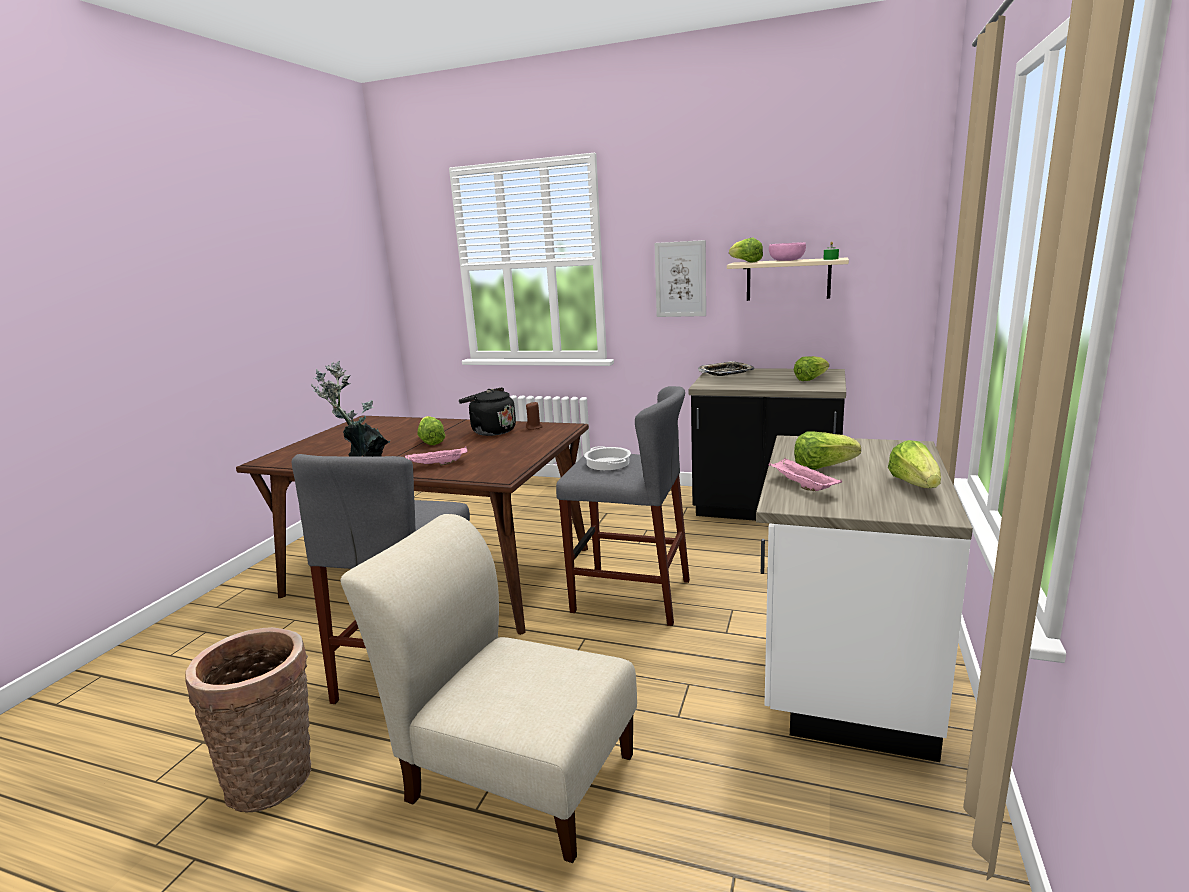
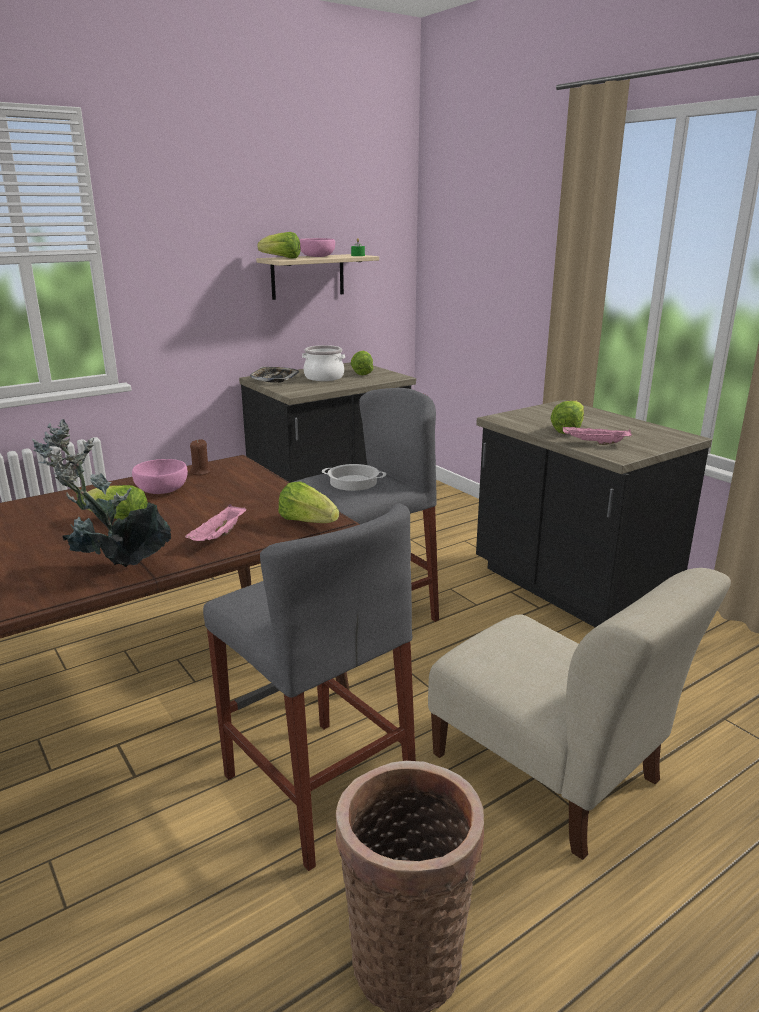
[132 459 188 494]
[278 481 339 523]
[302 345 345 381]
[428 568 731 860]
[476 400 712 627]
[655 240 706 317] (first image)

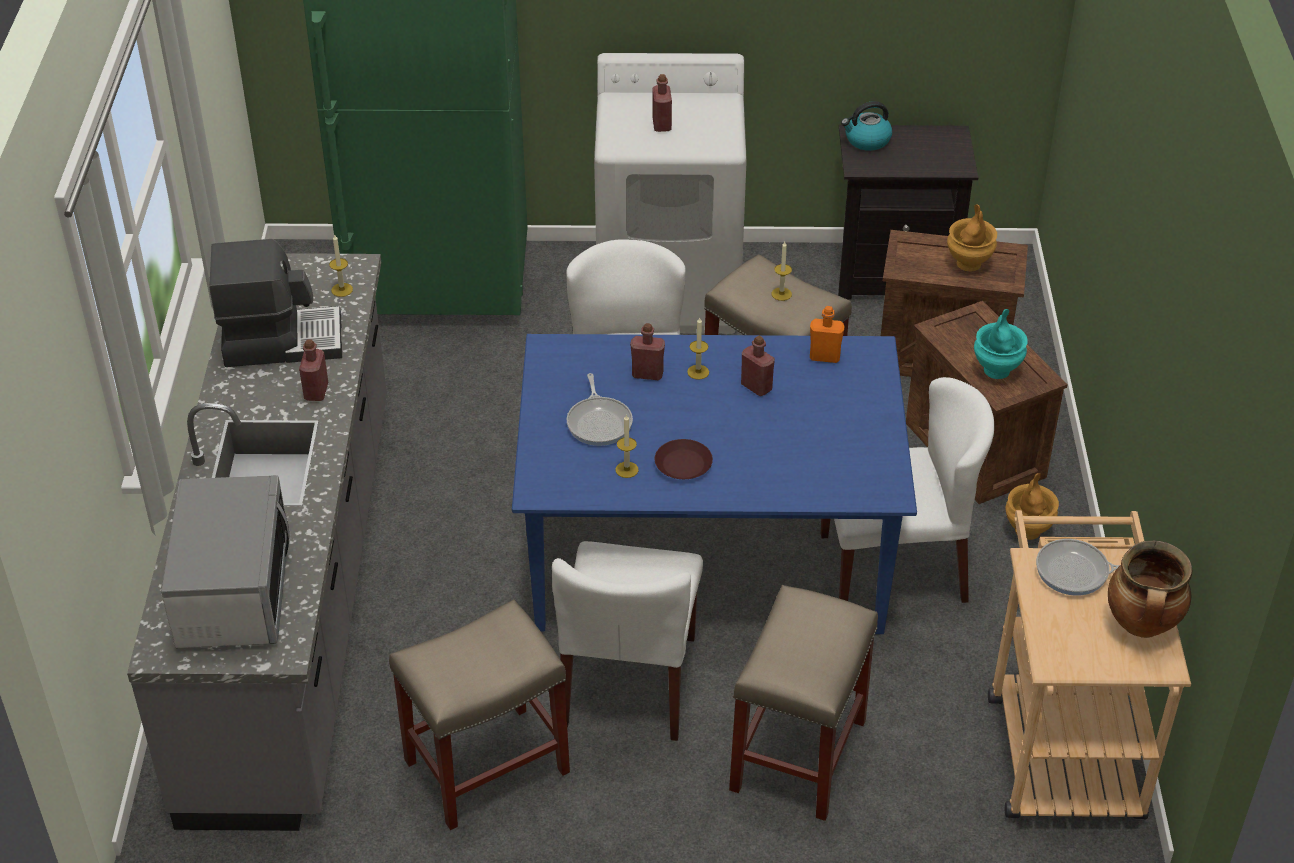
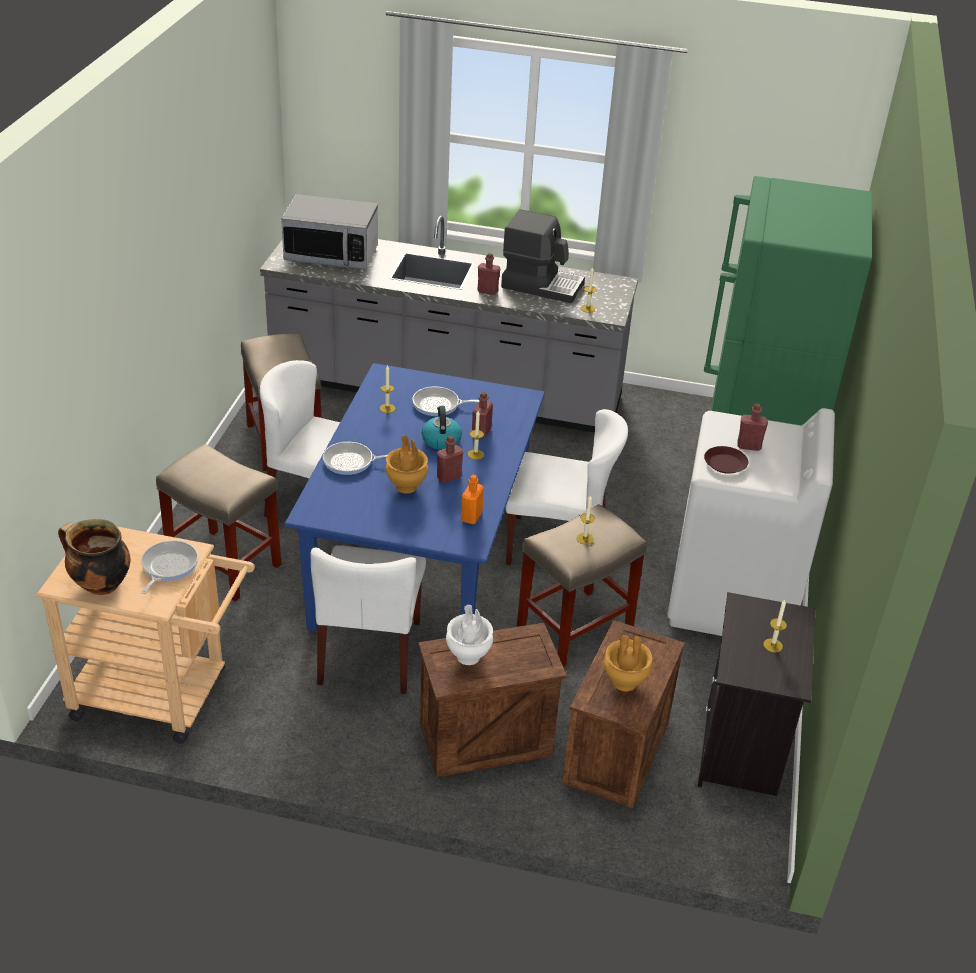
[323 442 387 475]
[385 435 428 494]
[422 406 462 450]
[446 605 493 665]
[501 209 585 303]
[704 446 748 474]
[763 600 787 653]

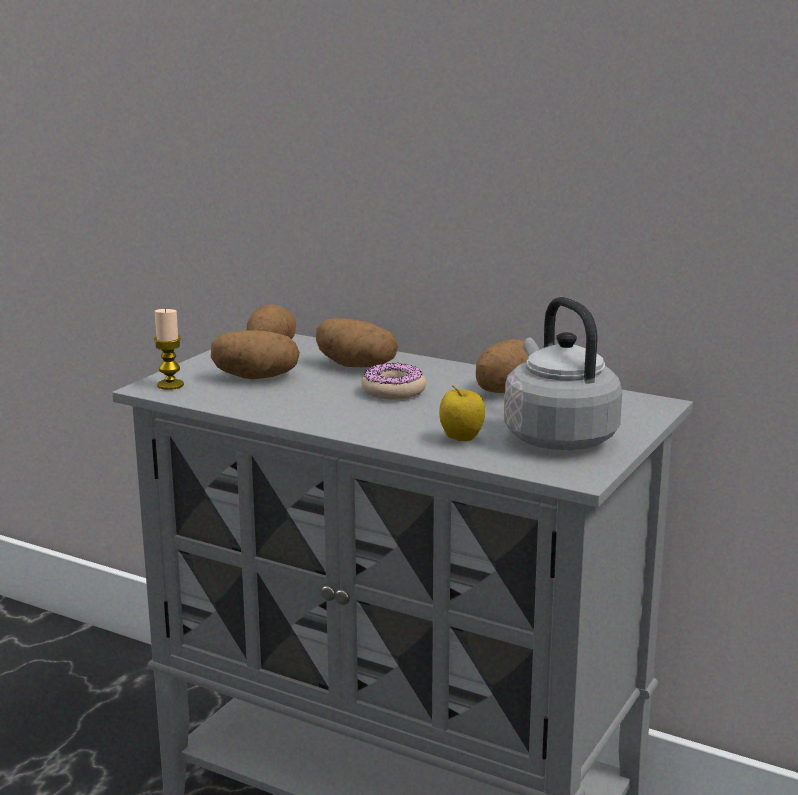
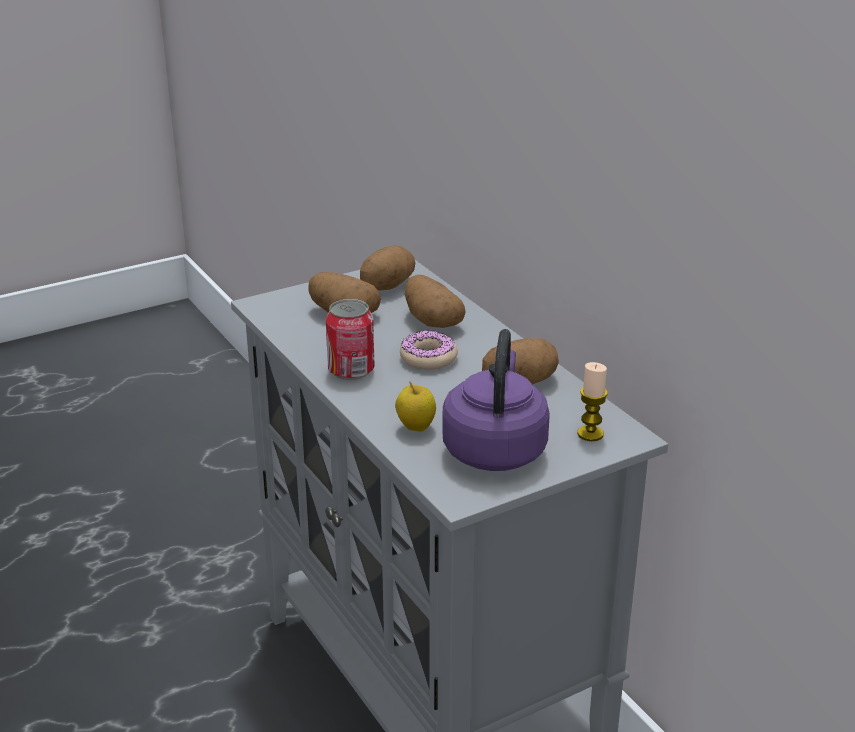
[326 299 375 380]
[442 329 550 471]
[577 362 608 441]

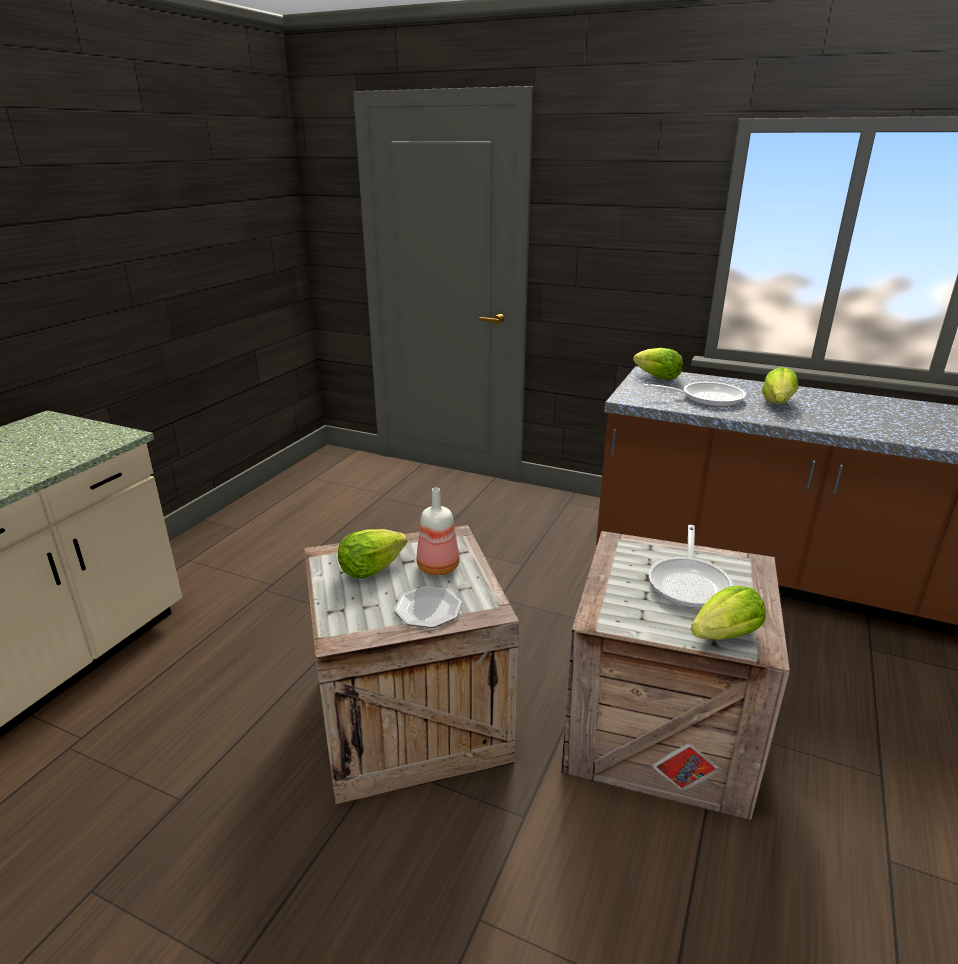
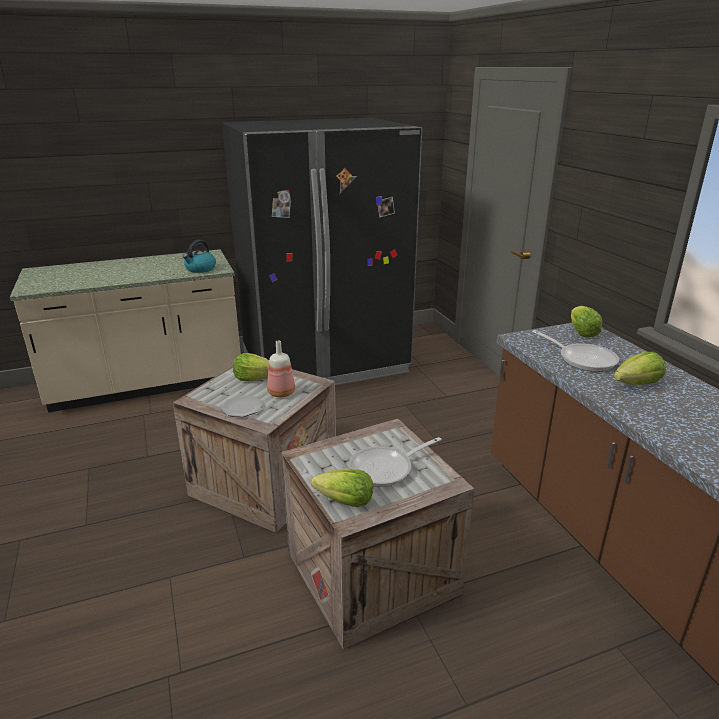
[183 240 216 273]
[222 118 422 385]

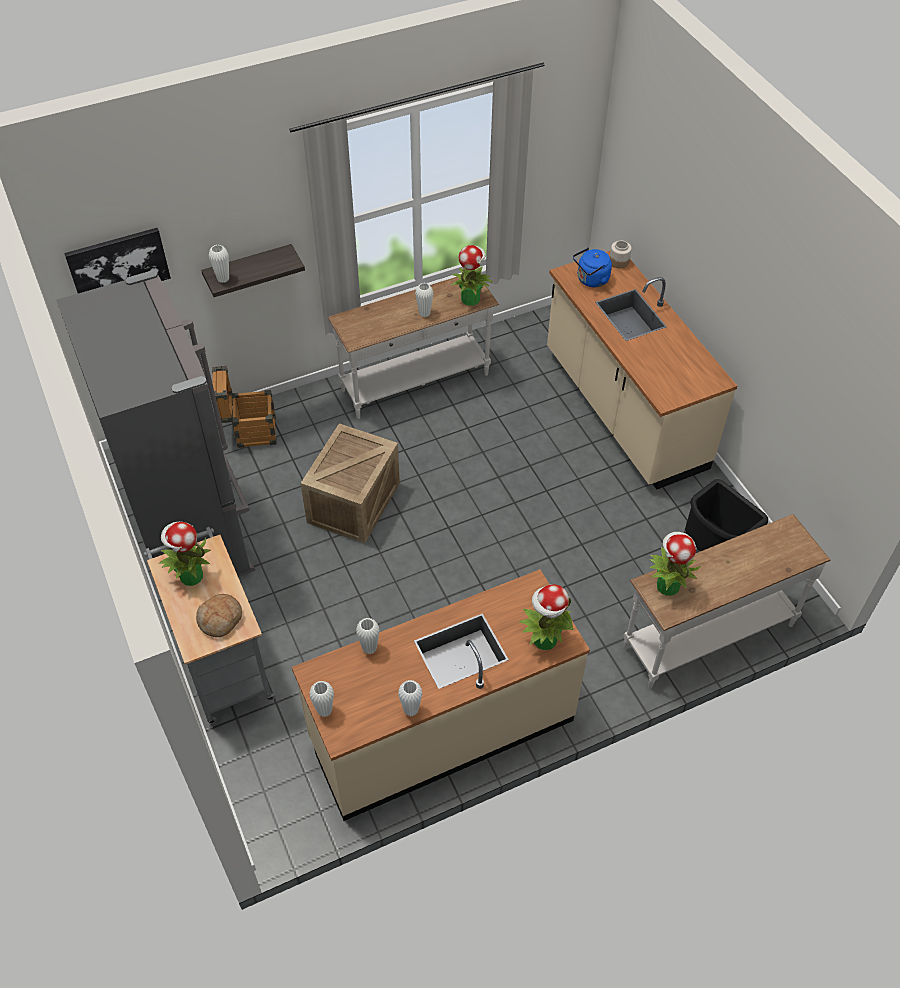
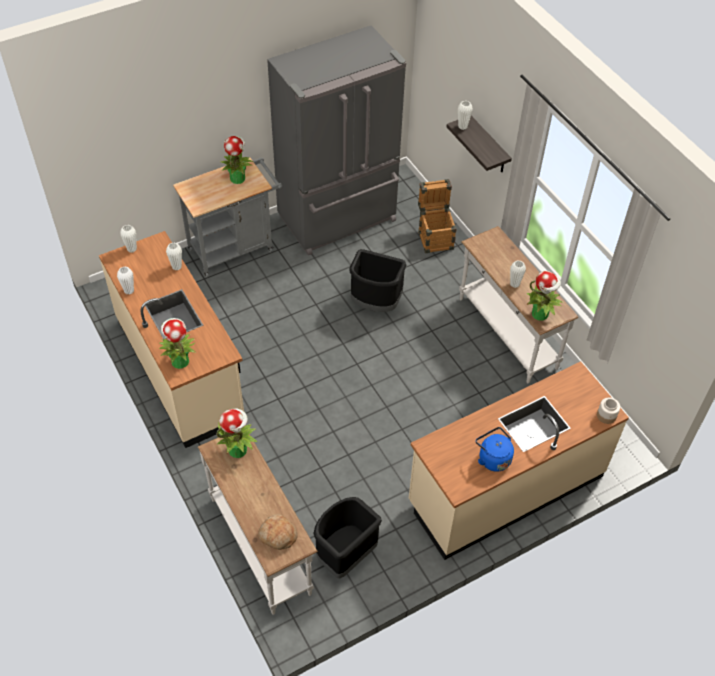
[258 514 298 550]
[349 249 407 312]
[475 427 514 472]
[64 228 171 293] (first image)

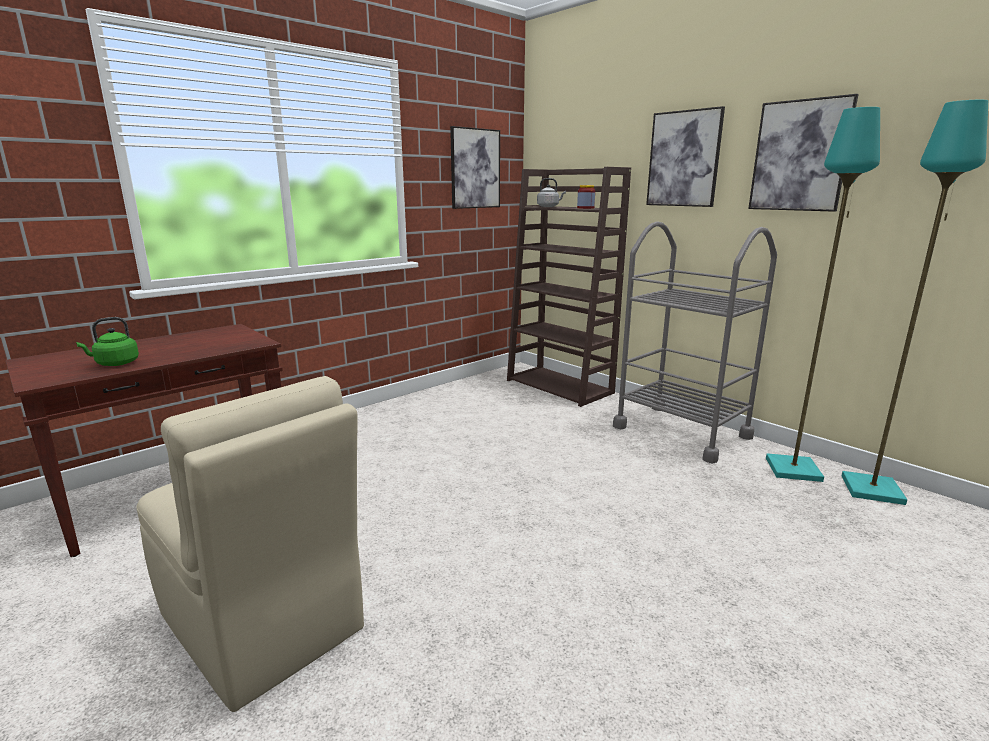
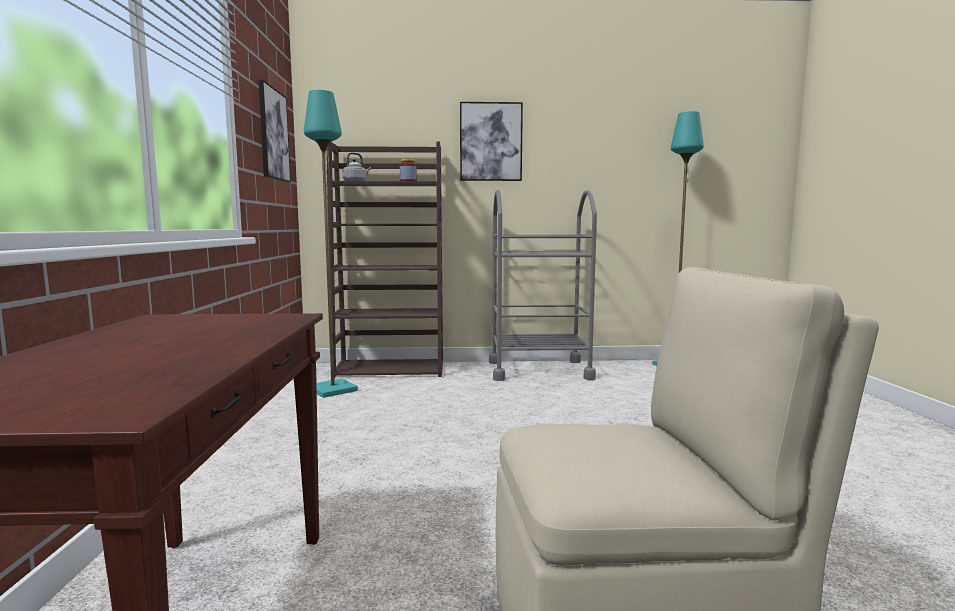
[304 90 358 398]
[76 317 139 366] (first image)
[748 94 859 212] (first image)

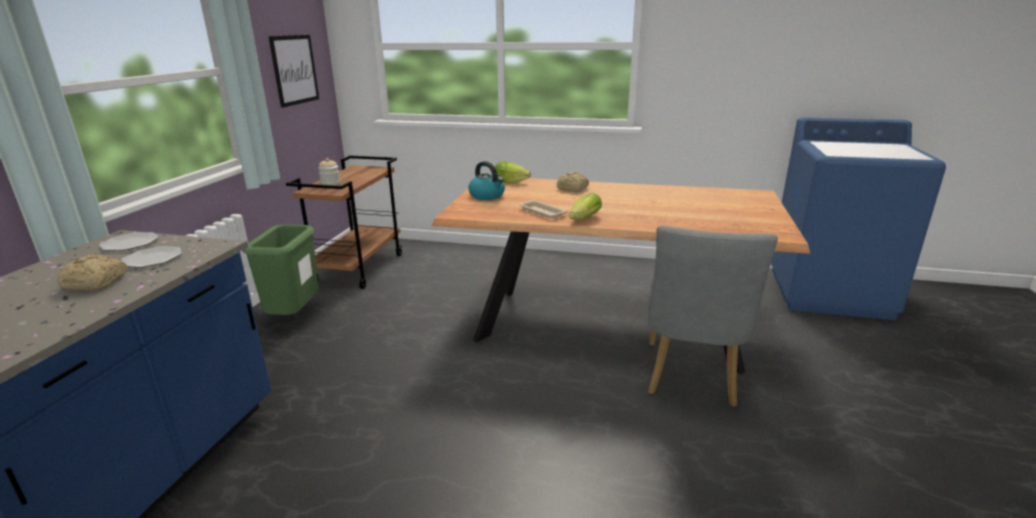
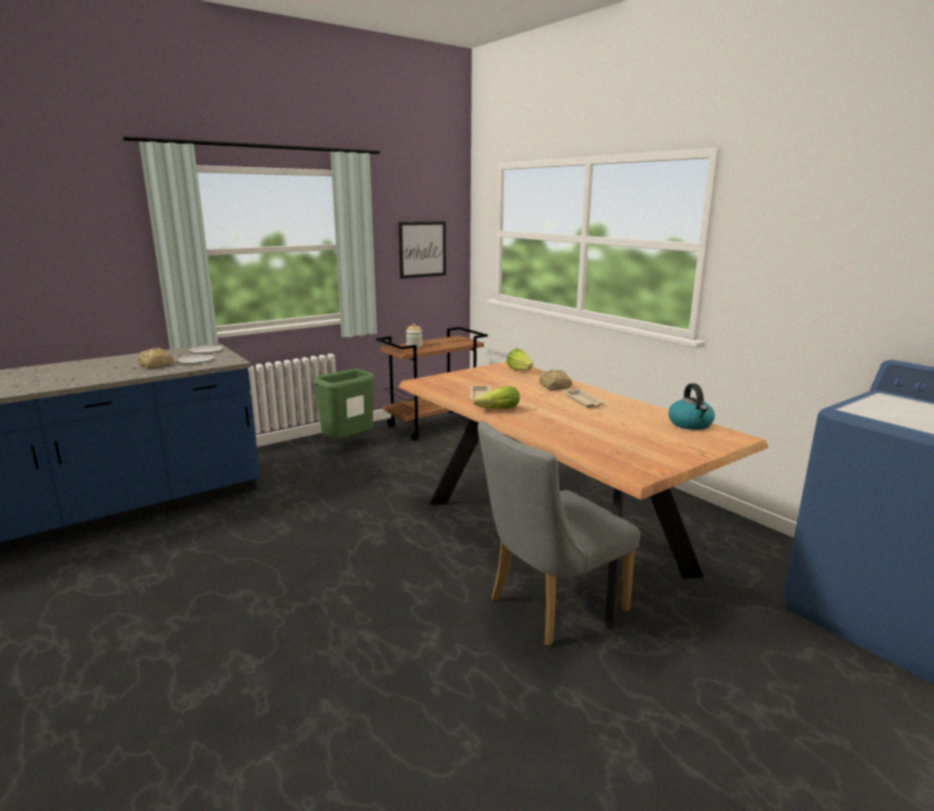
[562 388 605 408]
[669 383 715 430]

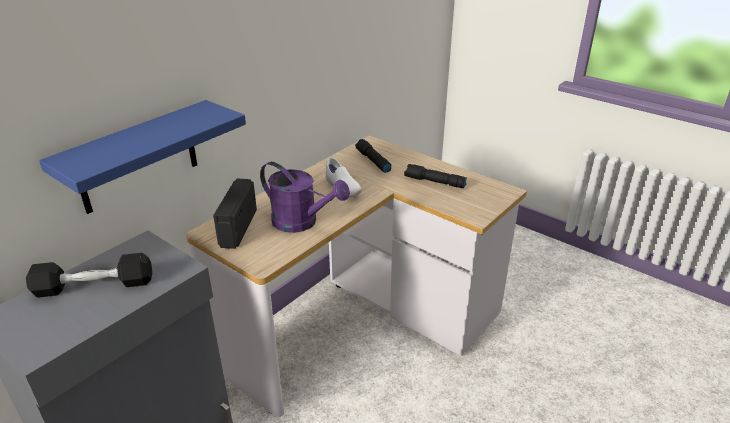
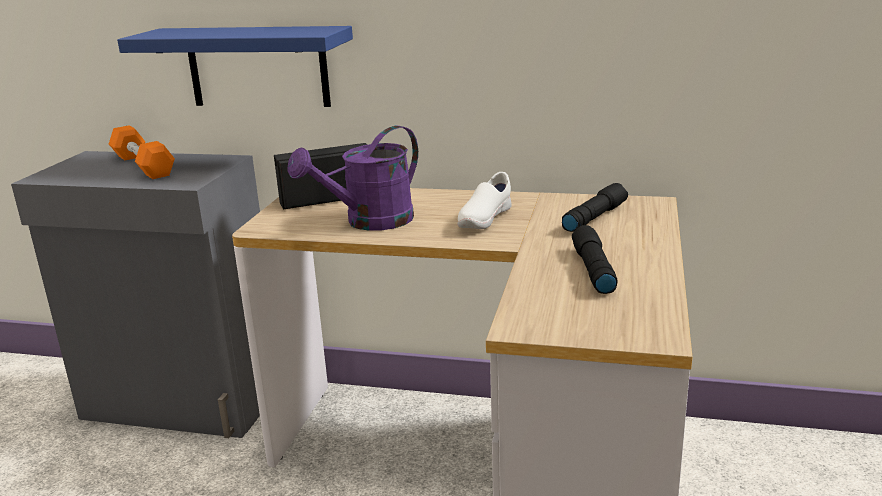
[109 126 175 179]
[287 126 418 231]

